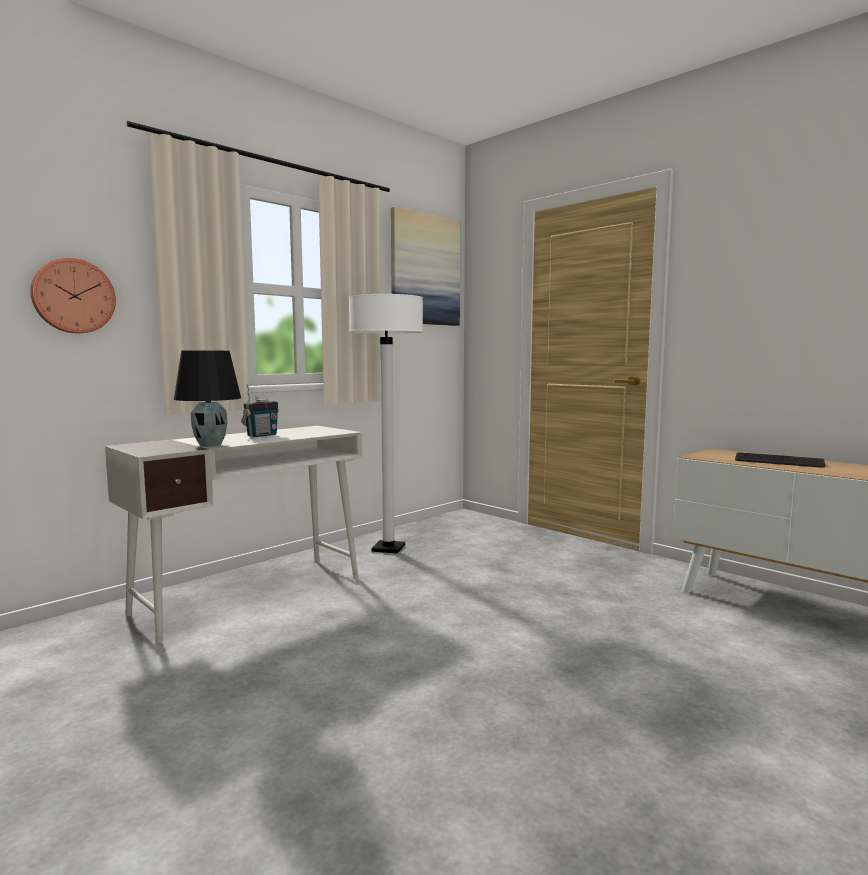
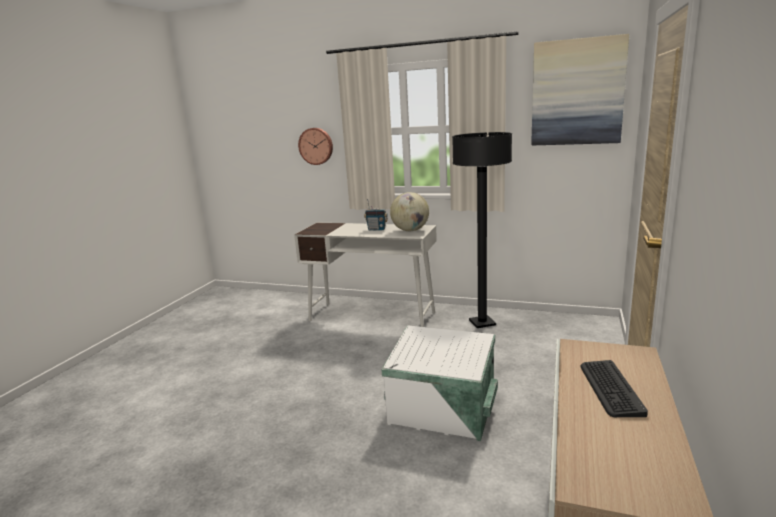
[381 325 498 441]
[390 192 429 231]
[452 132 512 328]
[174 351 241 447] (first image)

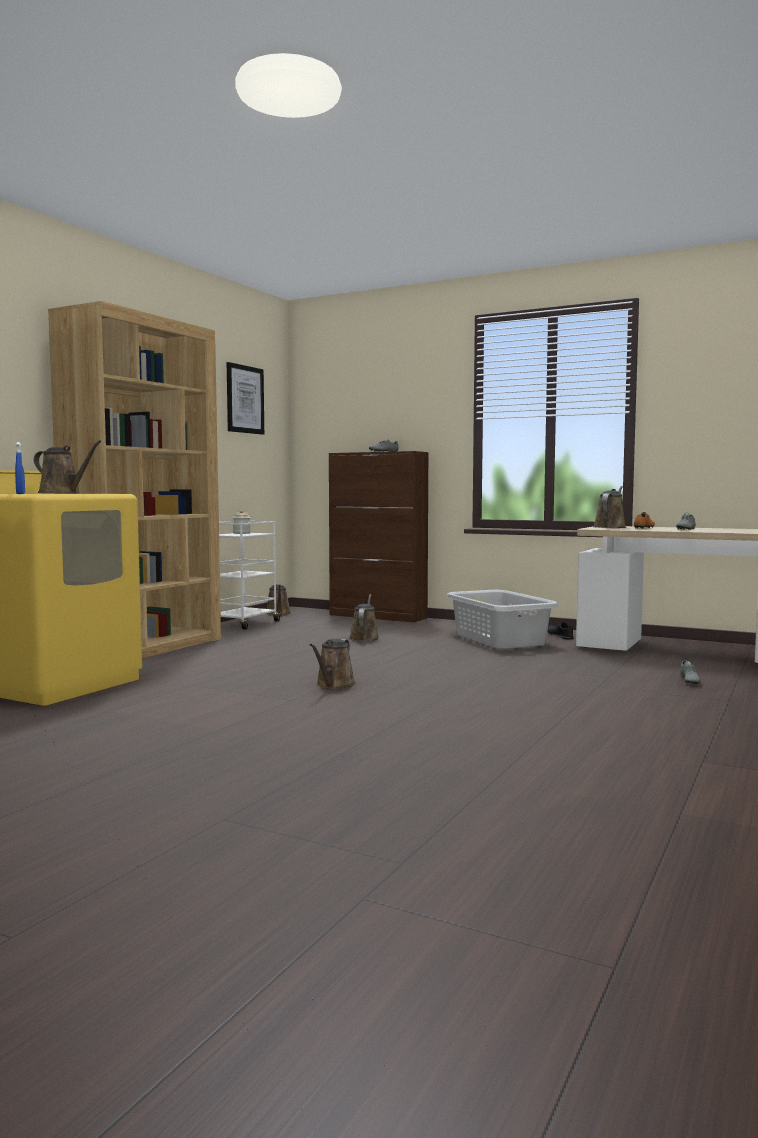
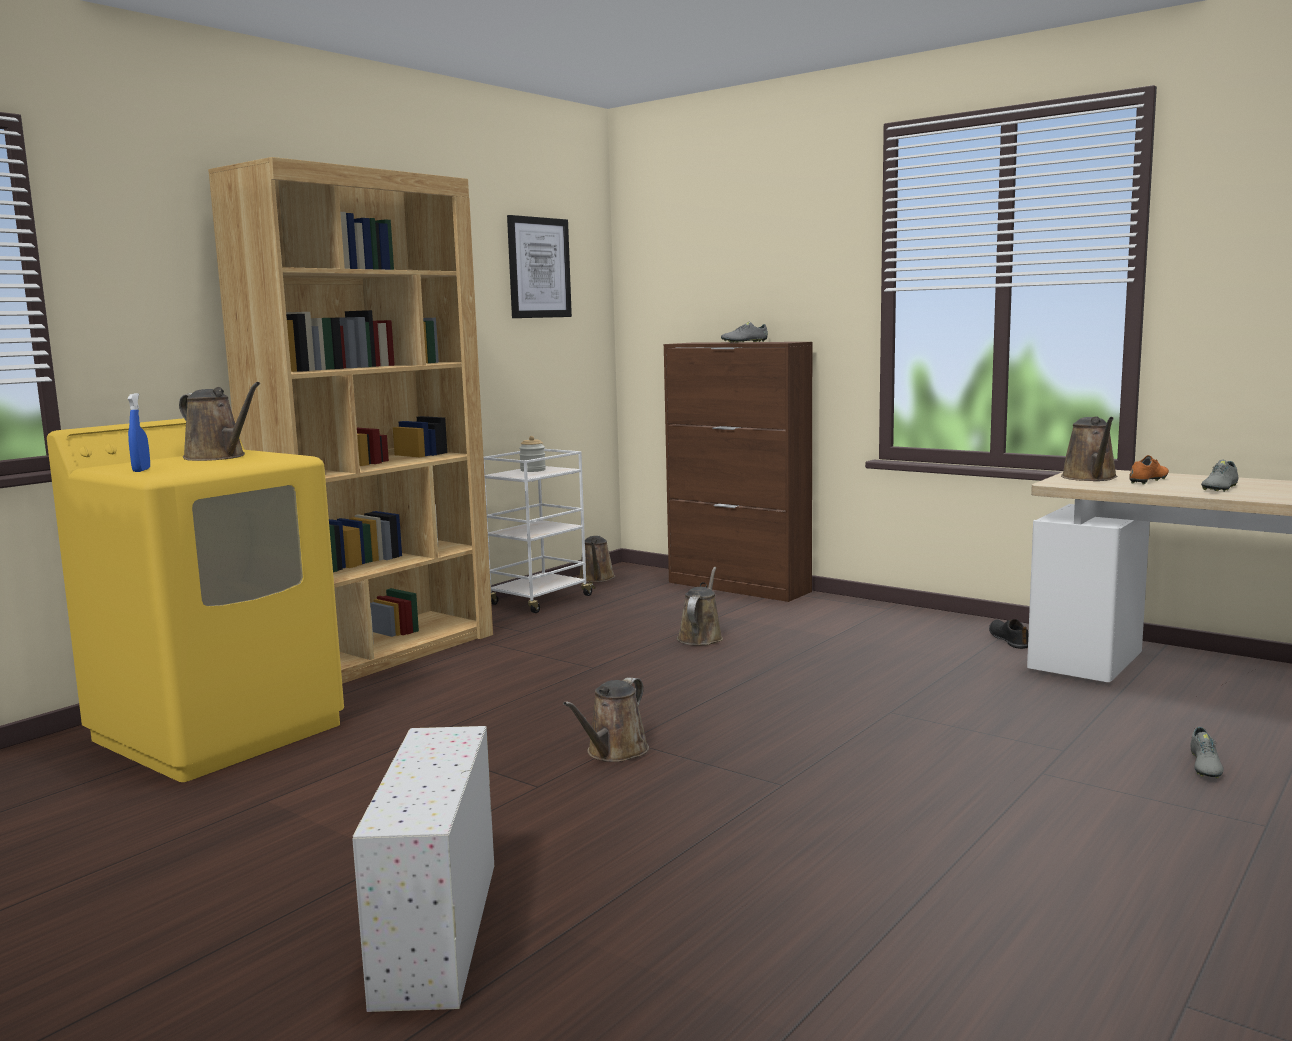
[352 726 494 1012]
[1061 416 1117 481]
[446 590 559 649] (first image)

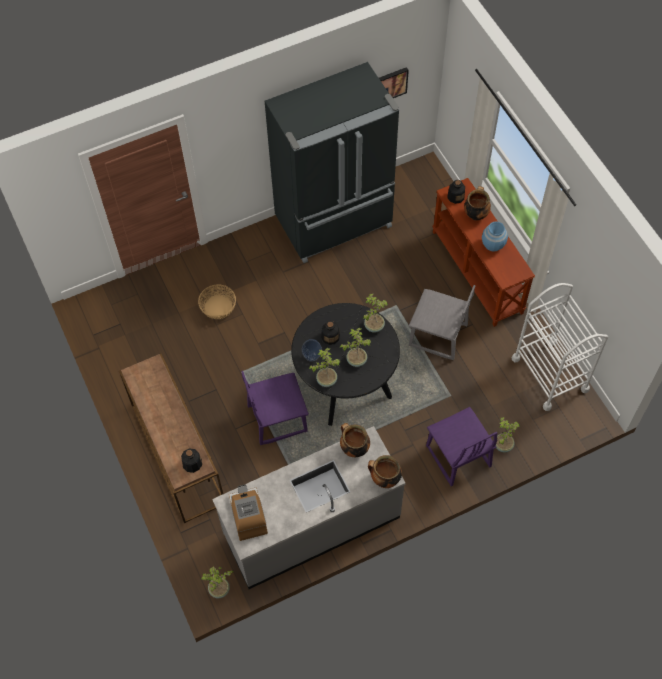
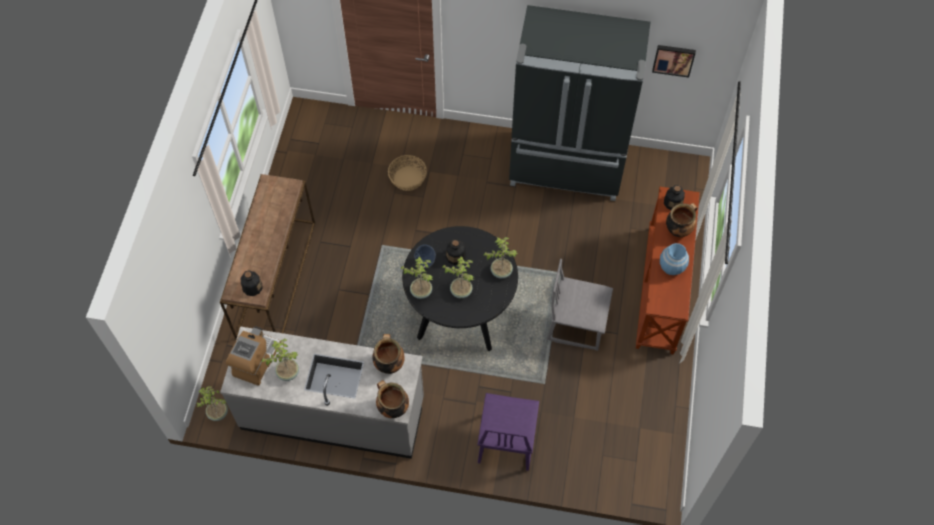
[261 338 299 381]
[547 259 613 351]
[241 371 309 445] (first image)
[512 283 608 411] (first image)

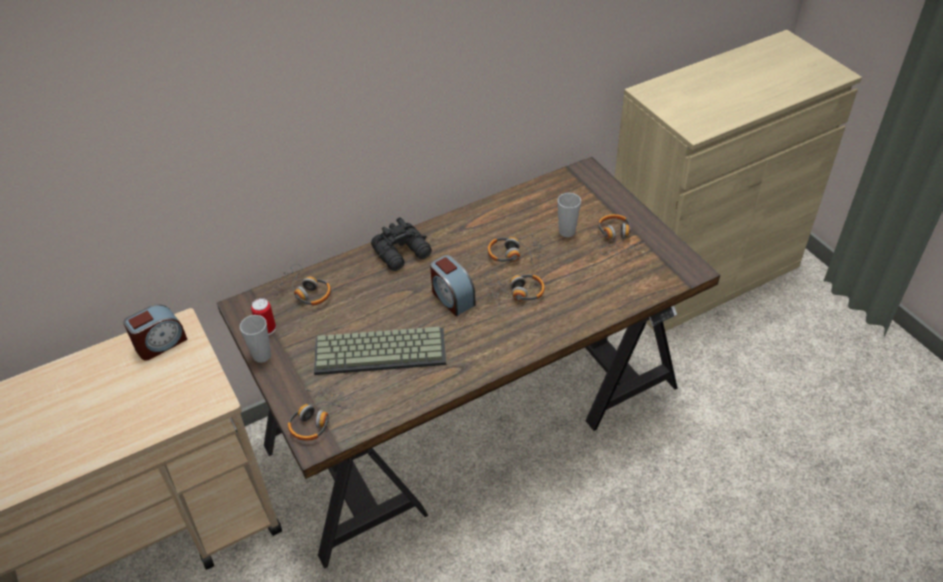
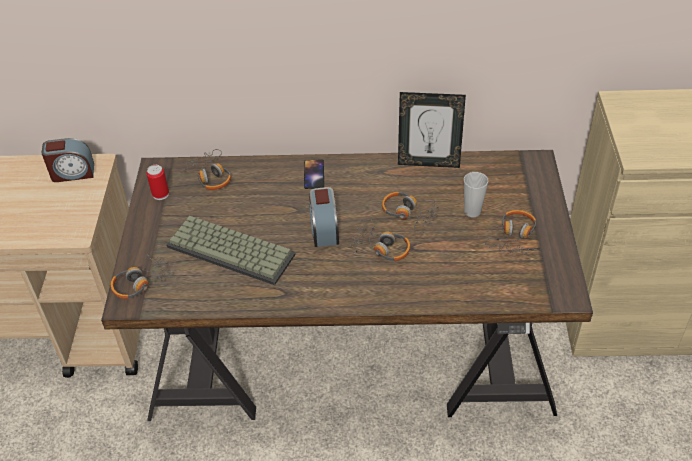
[304 159 324 189]
[398 92 466 168]
[240 315 271 363] (first image)

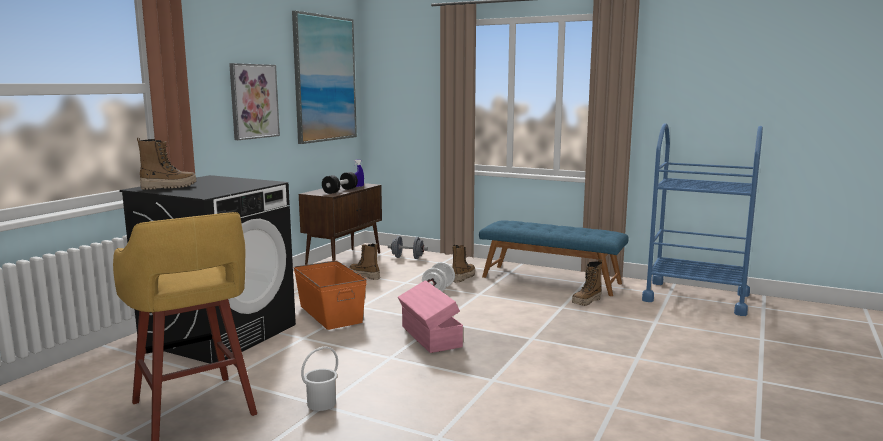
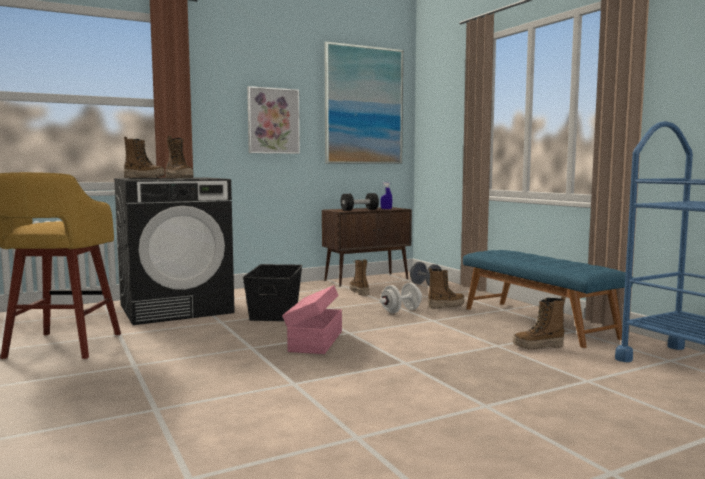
[165 136 193 178]
[243 264 303 321]
[301 347 338 411] (first image)

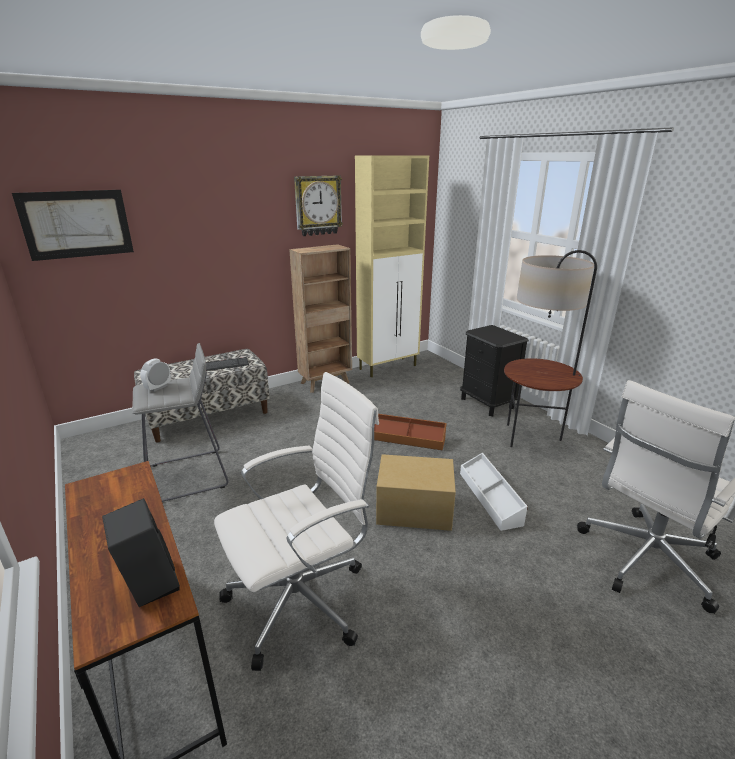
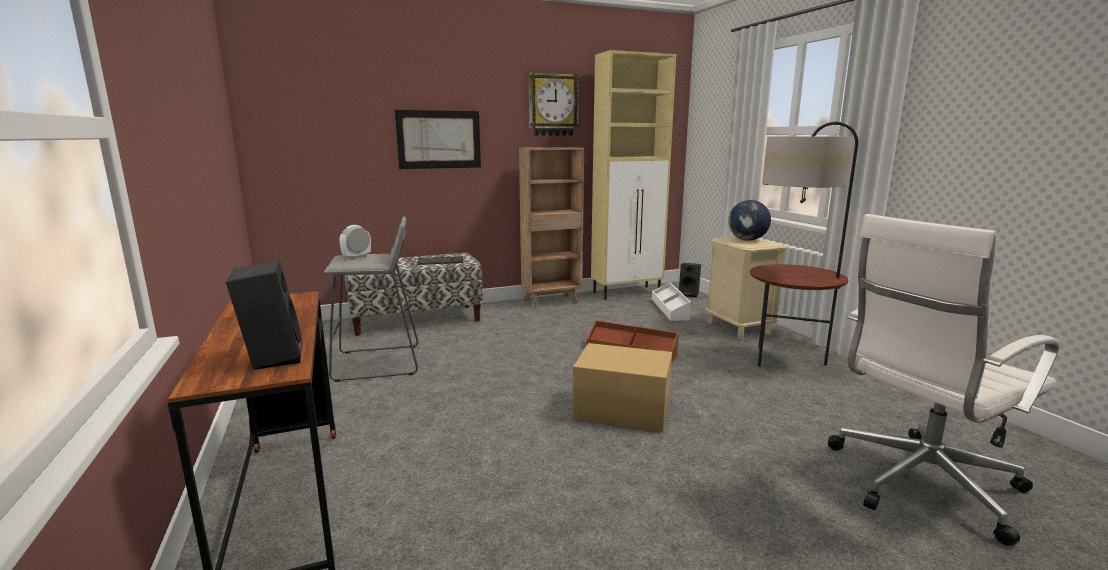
[395 110 481 169]
[652 282 691 321]
[679 263 701 298]
[705 236 787 339]
[728 200 771 241]
[214 372 379 671] (first image)

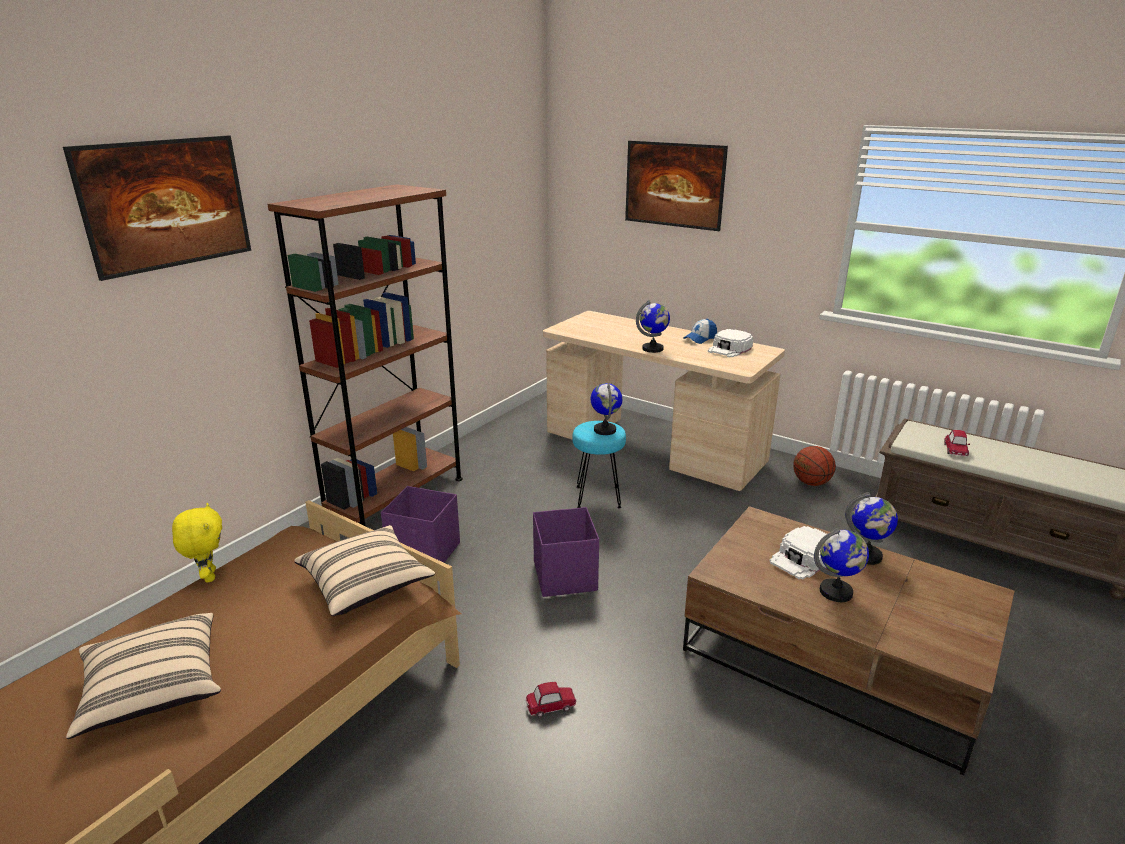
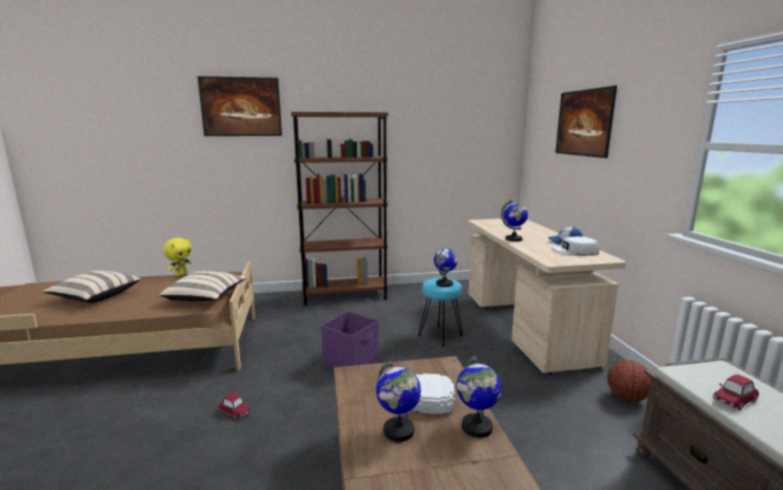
[381 486 460 563] (first image)

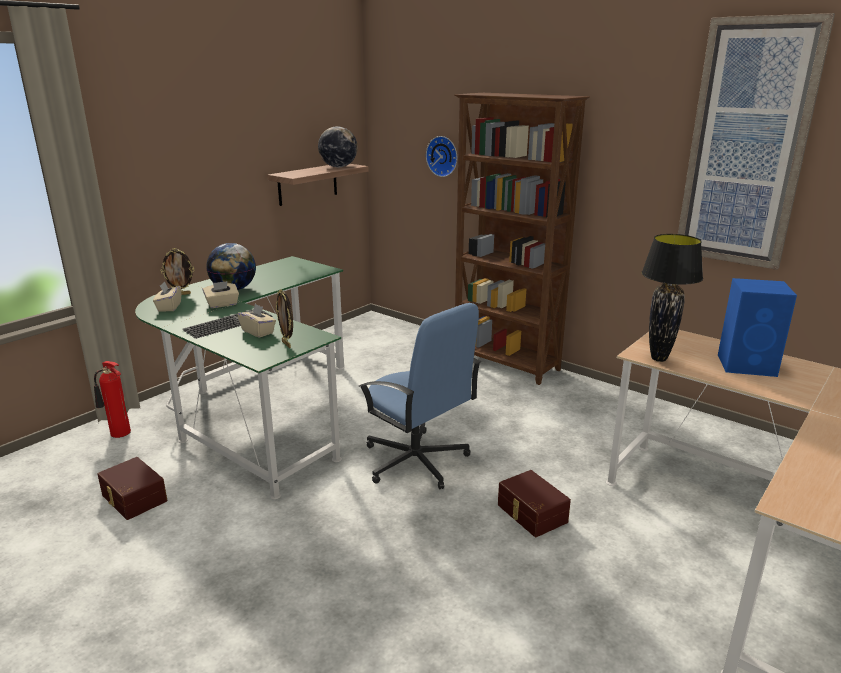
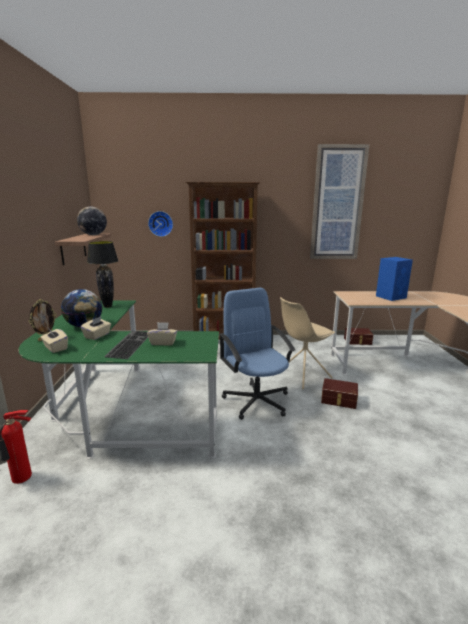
[87 241 119 308]
[219 288 295 420]
[280 297 335 389]
[344 328 373 345]
[276 289 293 348] (first image)

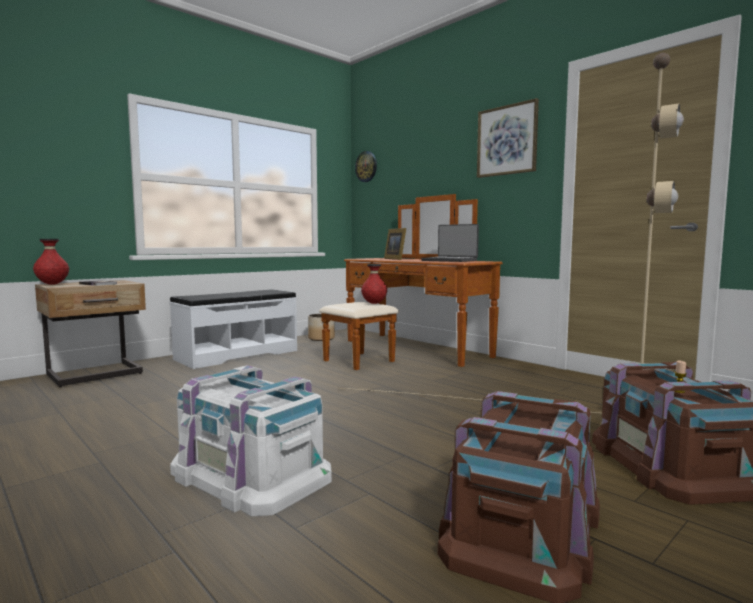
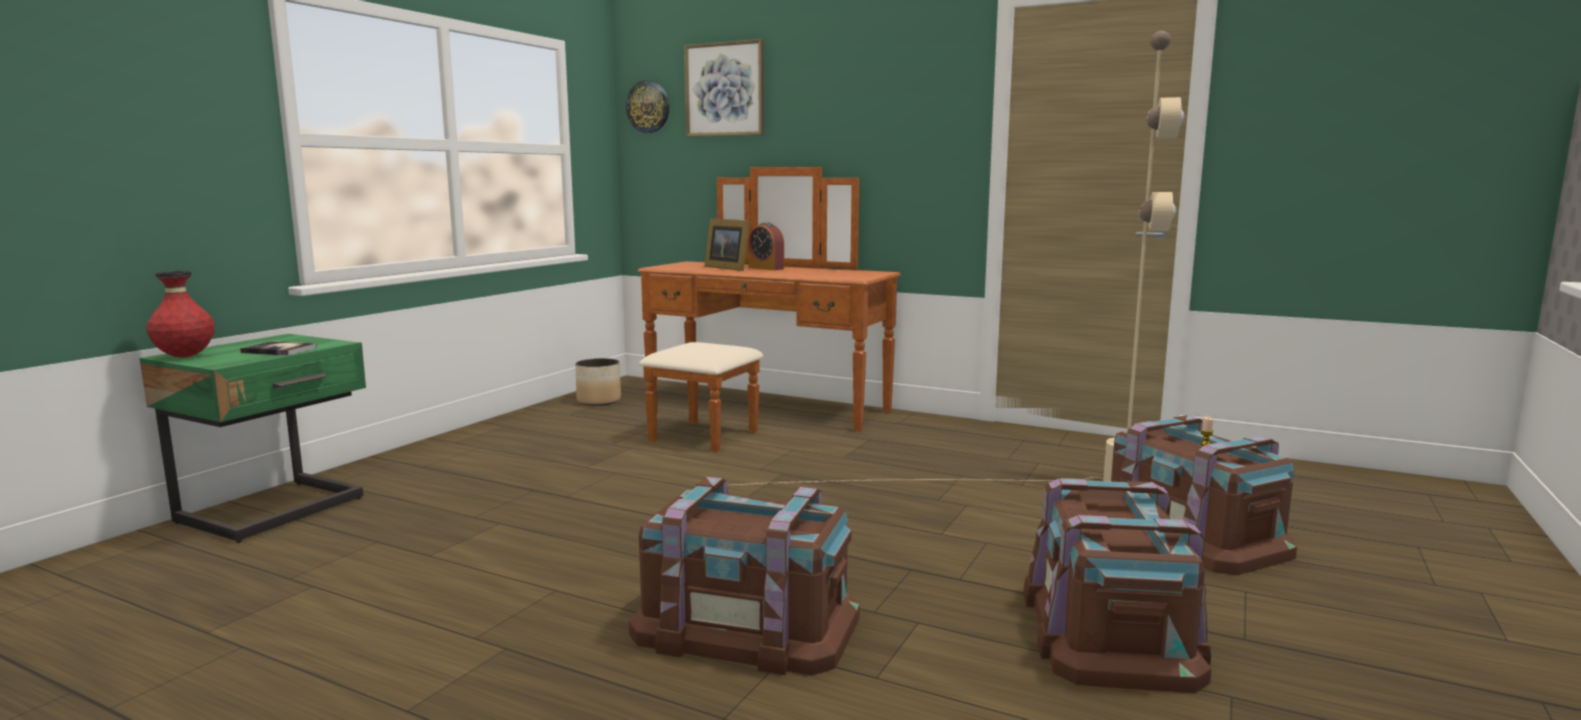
[139 334 366 543]
[629 477 860 675]
[684 39 764 137]
[749 222 784 270]
[170 289 297 369] (first image)
[361 264 387 304] (first image)
[421 224 479 262] (first image)

